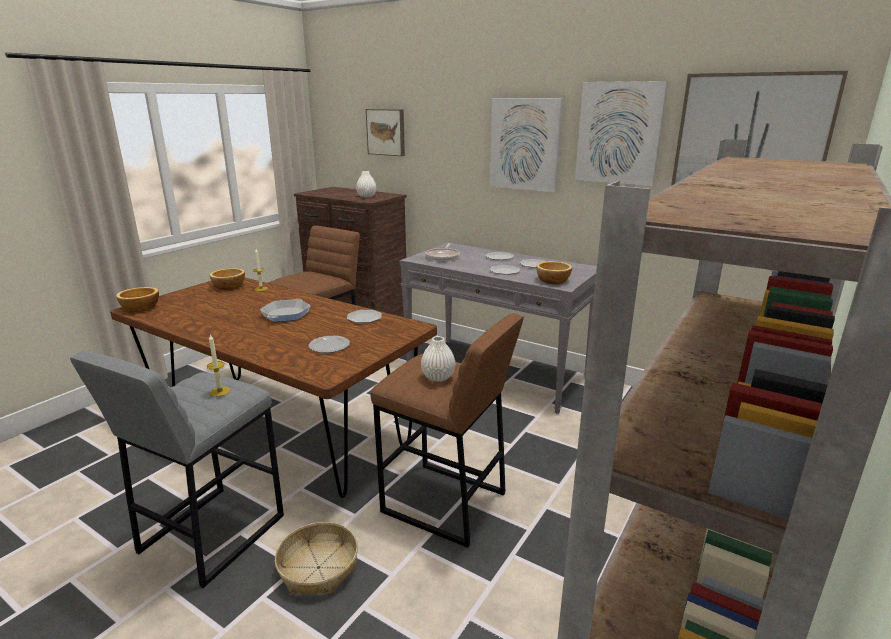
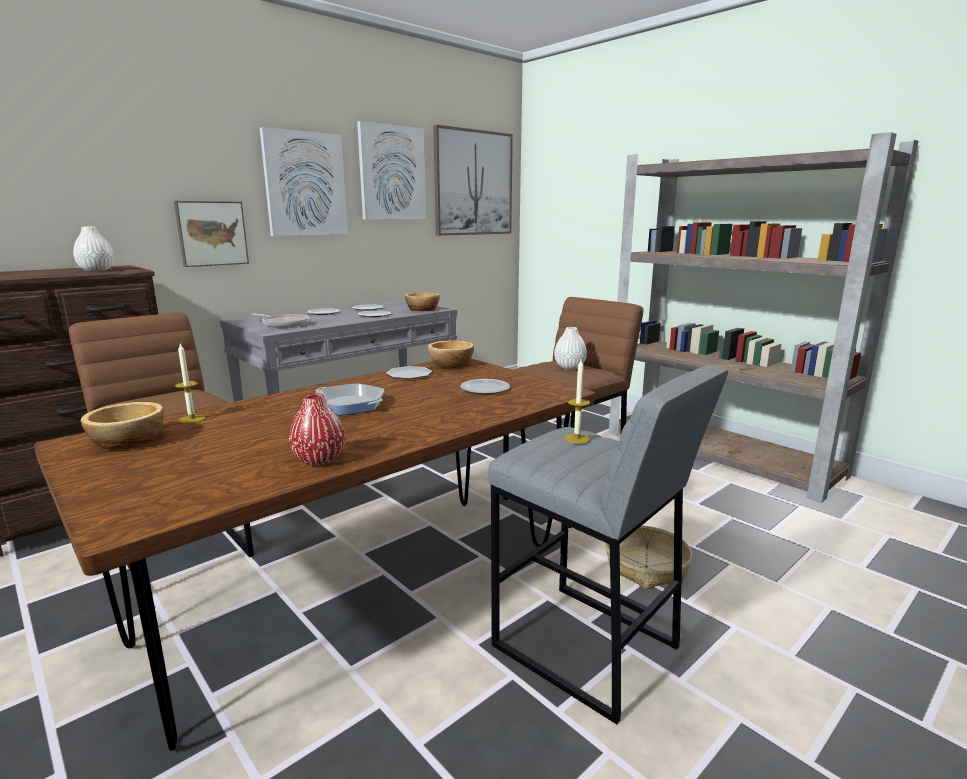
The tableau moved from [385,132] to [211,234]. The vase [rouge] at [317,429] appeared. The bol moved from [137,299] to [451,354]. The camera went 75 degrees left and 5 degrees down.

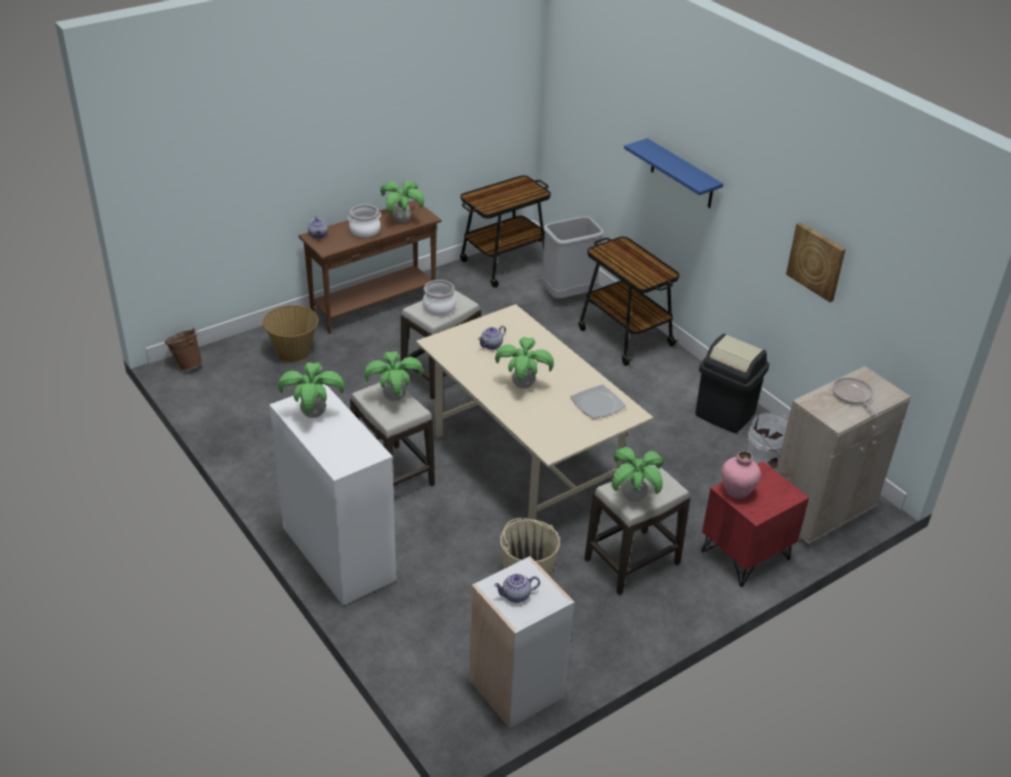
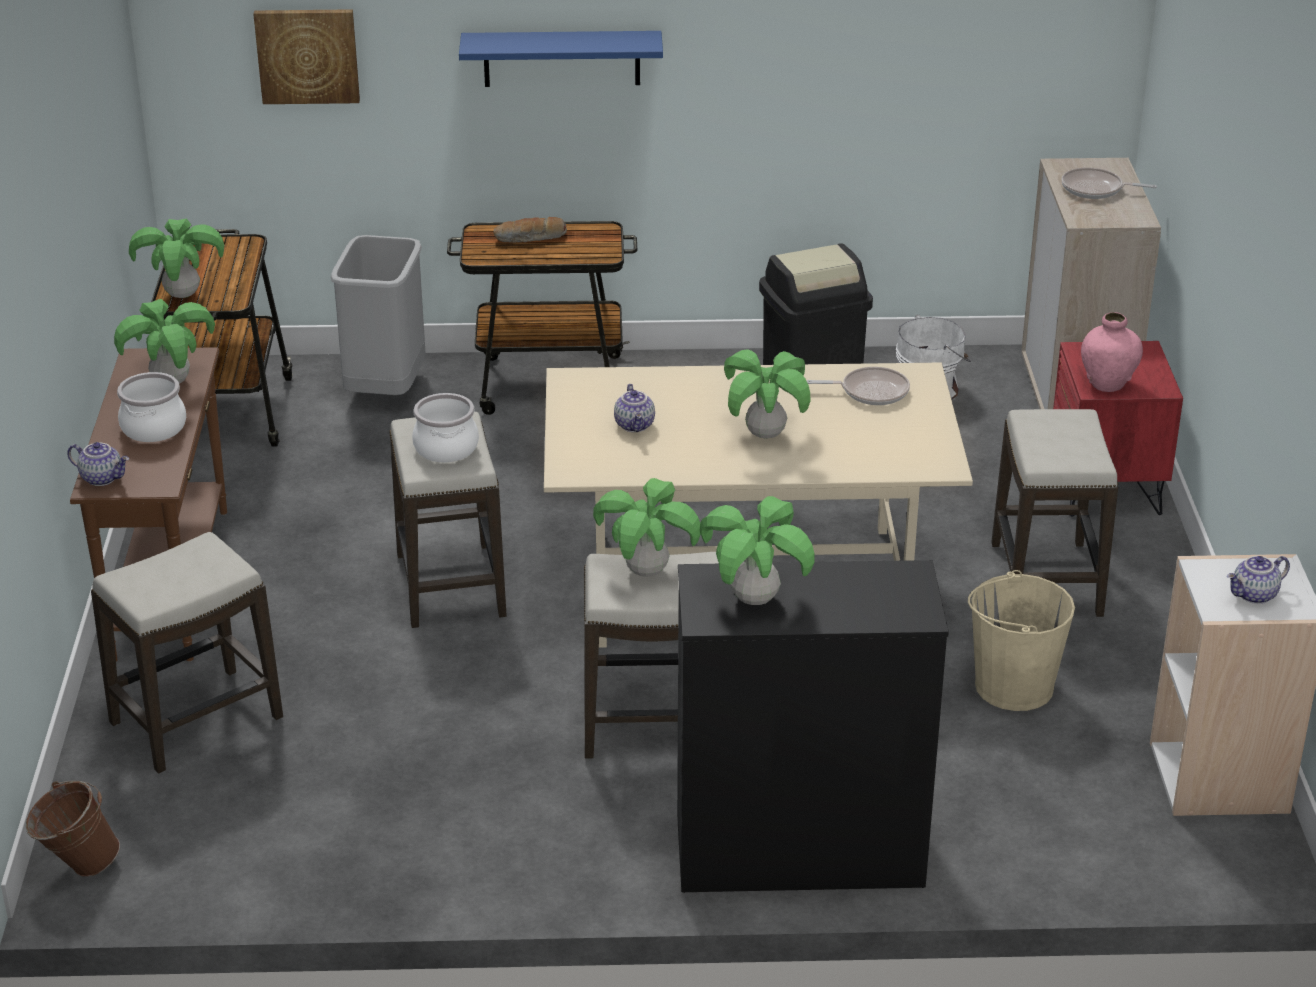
The panier at [291,333] was replaced by the tabouret at [187,653]. The plante en pot moved from [637,474] to [176,258]. The tableau moved from [816,262] to [306,56]. The pain at [530,230] appeared. The commode [blanc] at [332,495] became the commode [noir] at [813,726]. The assiette at [598,401] was replaced by the poêle at [858,386]. The théière at [517,588] turned 45 degrees clockwise. The camera went 55 degrees left and 5 degrees down.

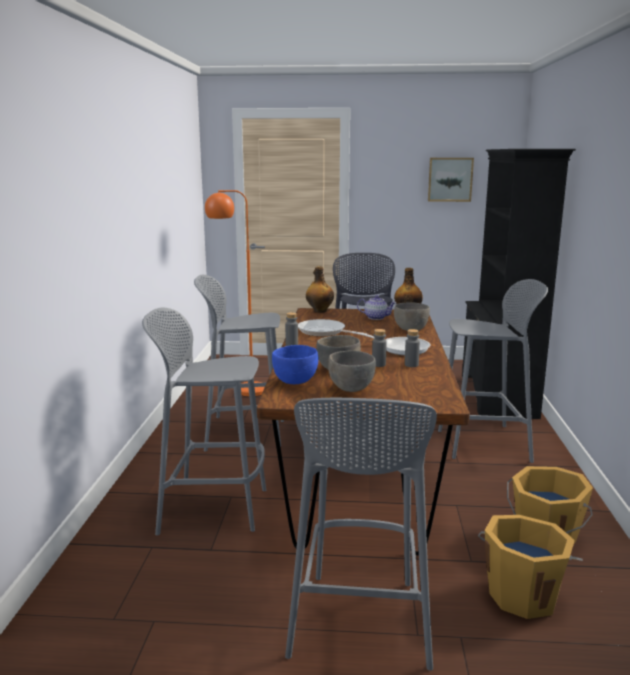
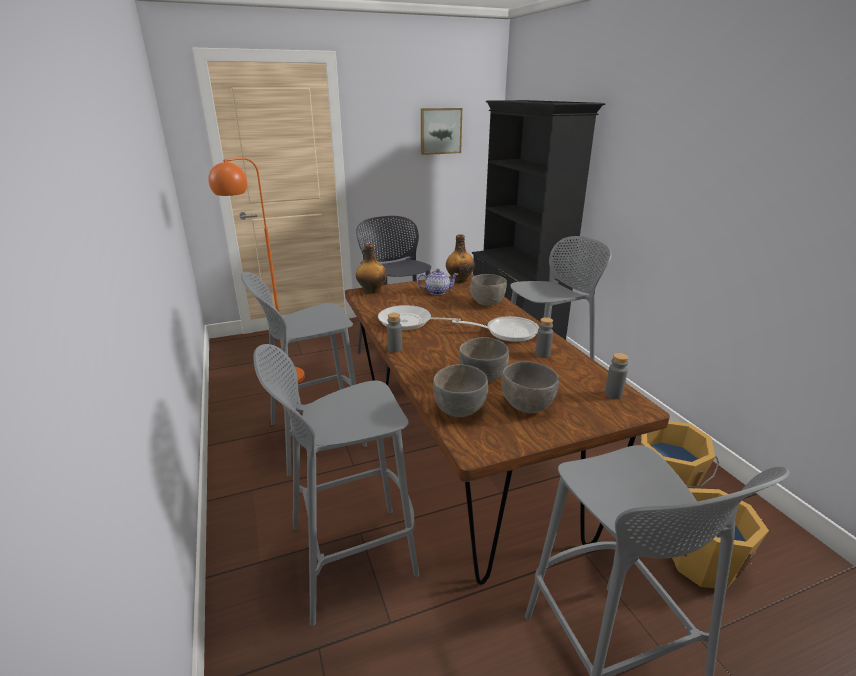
The bol [bleu] at [295,364] became the bol [gris] at [460,390]. The bouteille [gris] moved from [379,348] to [616,376]. The camera went 25 degrees left and 10 degrees up.

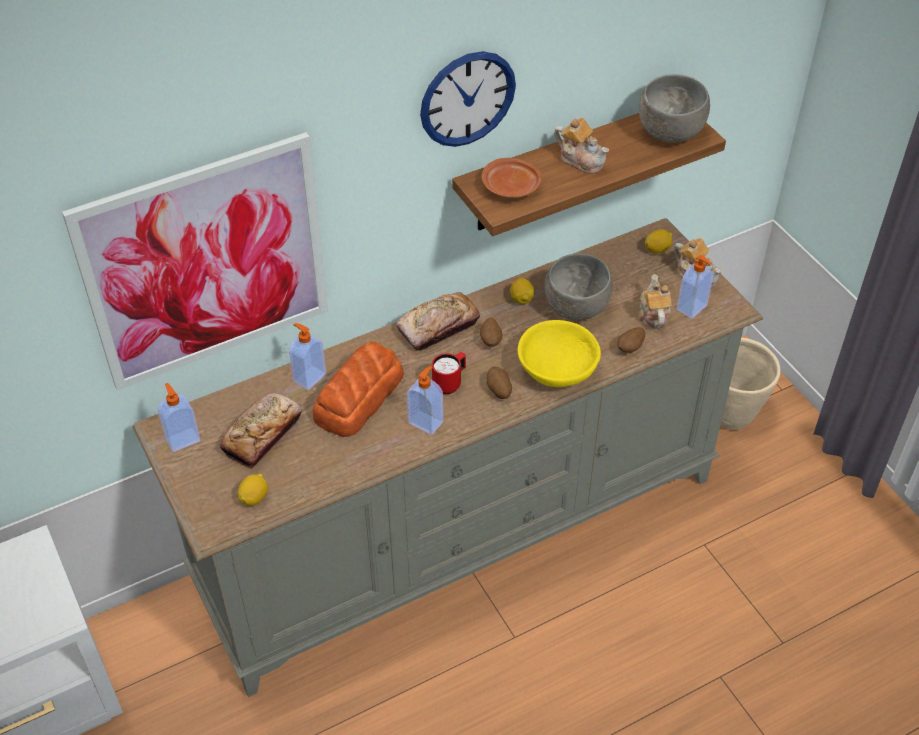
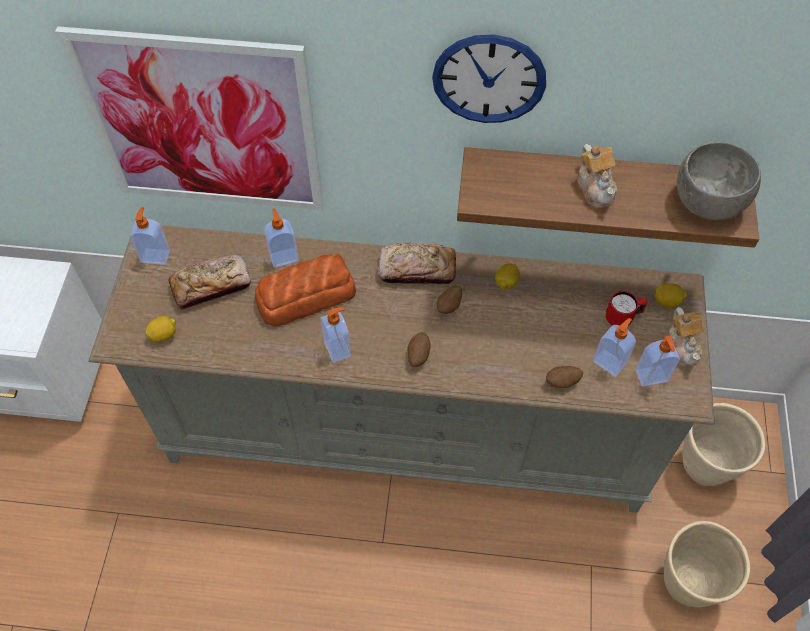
The théière at [655,301] was replaced by the distributeur de savon at [614,347]. The mug [rouge] moved from [449,373] to [626,308]. The cache-pot [beige] at [707,564] appeared. The assiette [marron] at [511,178] disappeared. The bol [jaune] at [559,353] disappeared. The bol [gris] at [579,286] disappeared. The camera went 35 degrees right and 10 degrees up.

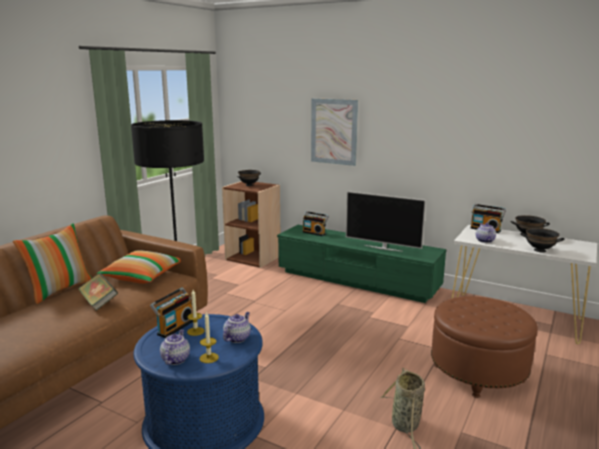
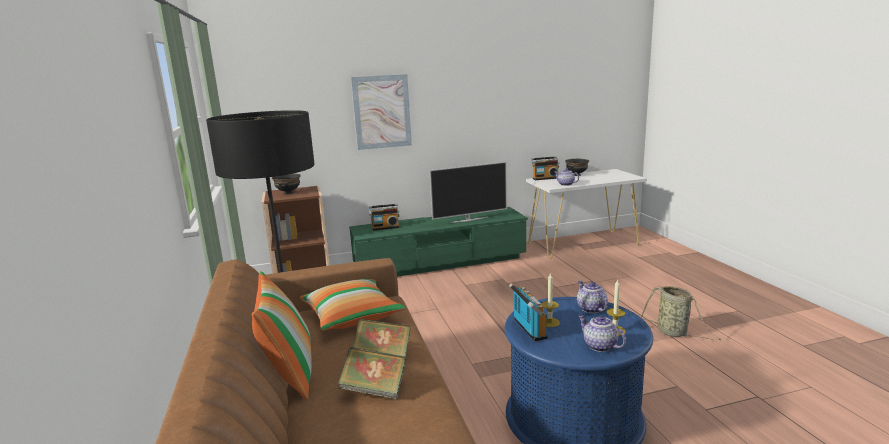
The livre at [372,373] appeared. The pouf [marron] at [484,347] disappeared. The bol [noir] at [542,240] disappeared. The camera went 45 degrees left and 0 degrees up.

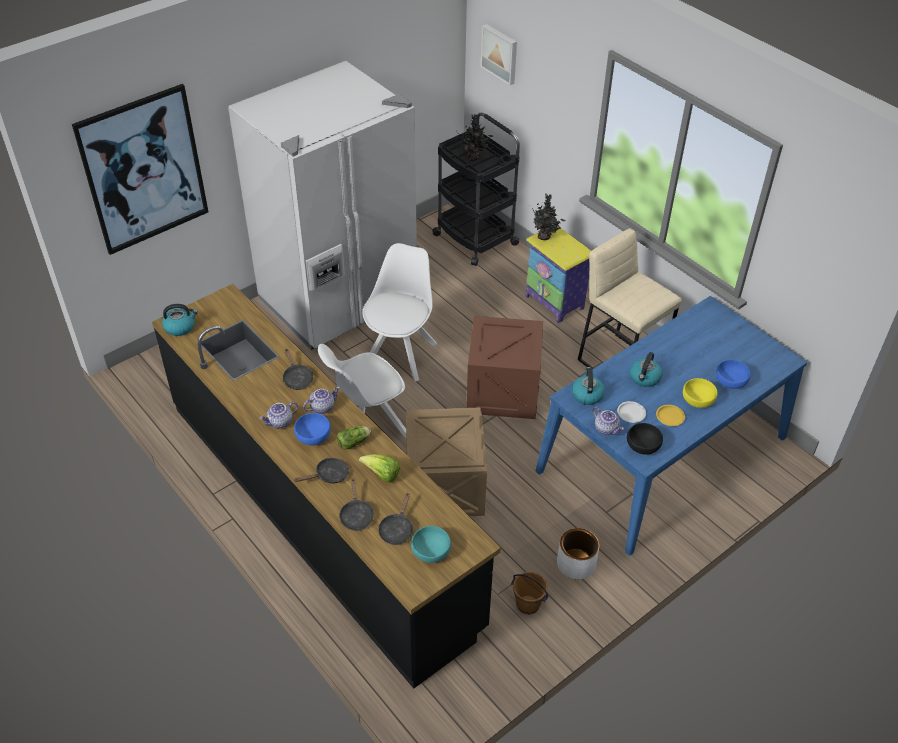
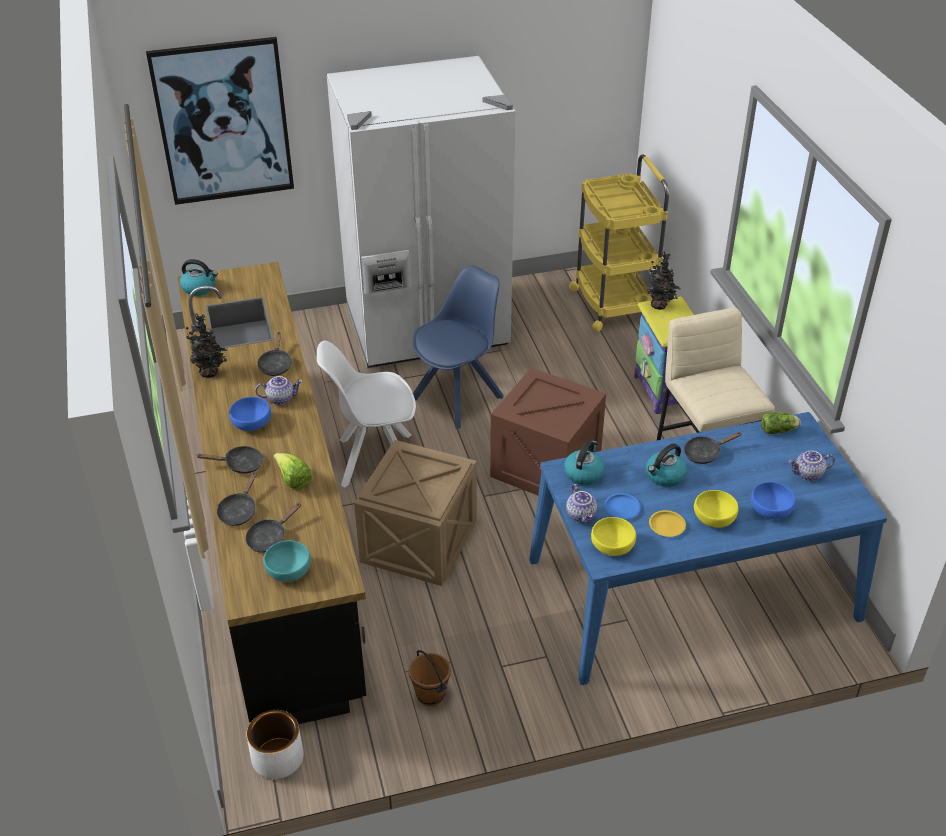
The plante en pot moved from [475,137] to [206,345]. The cache-pot [blanc] moved from [578,553] to [275,744]. The chaise [blanc] at [399,312] became the chaise [bleu] at [458,347]. The chariot [noir] at [476,189] became the chariot [jaune] at [619,243]. The bol [noir] at [645,438] became the bol [jaune] at [613,536]. The assiette [blanc] at [631,412] became the assiette [bleu] at [622,506]. The poêle [noir] at [713,448] appeared. The laitue moved from [354,438] to [781,423]. The théière moved from [278,415] to [811,466]. The tableau at [499,54] disappeared. The camera went 25 degrees right and 5 degrees down.

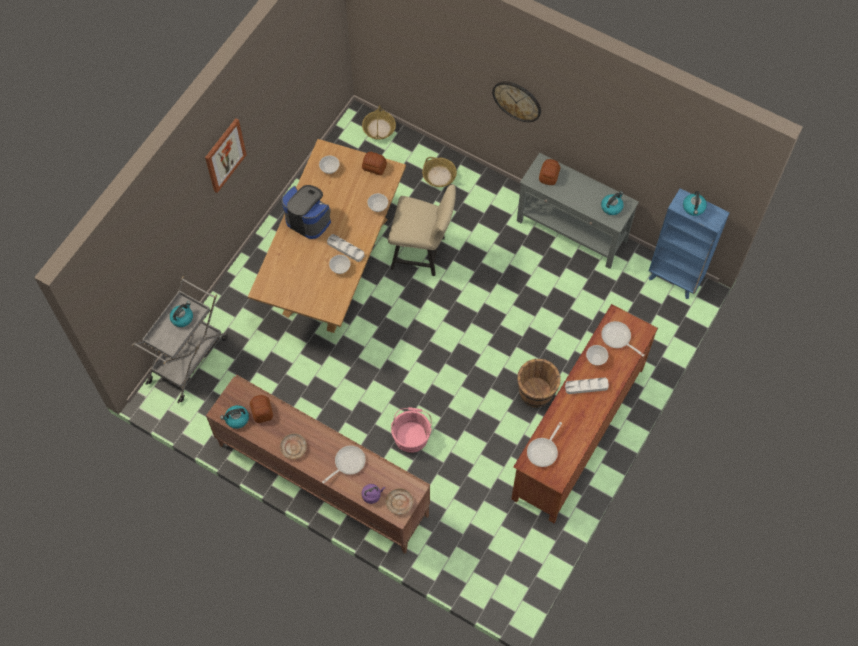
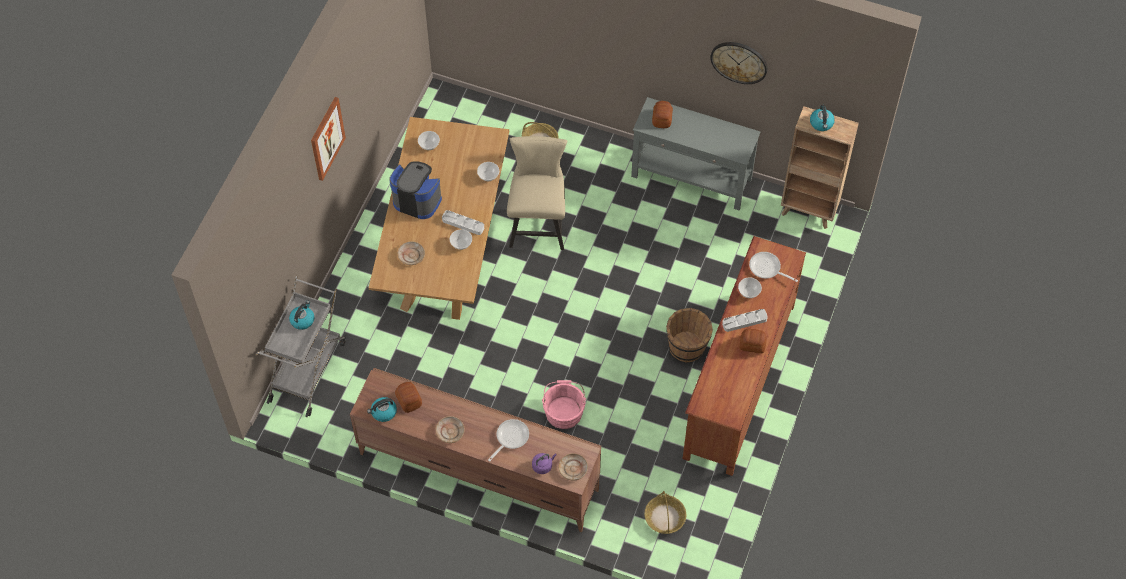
The assiette [beige] at [411,253] appeared. The chaise [beige] at [422,230] turned 90 degrees counterclockwise. The panier moved from [379,122] to [665,512]. The horloge murale moved from [516,101] to [739,63]. The pain moved from [374,163] to [753,341]. The bibliothèque [bleu] at [689,243] became the bibliothèque [marron] at [820,167]. The poêle at [544,444] disappeared. The bouilloire at [612,203] disappeared. The camera went 10 degrees left and 5 degrees down.

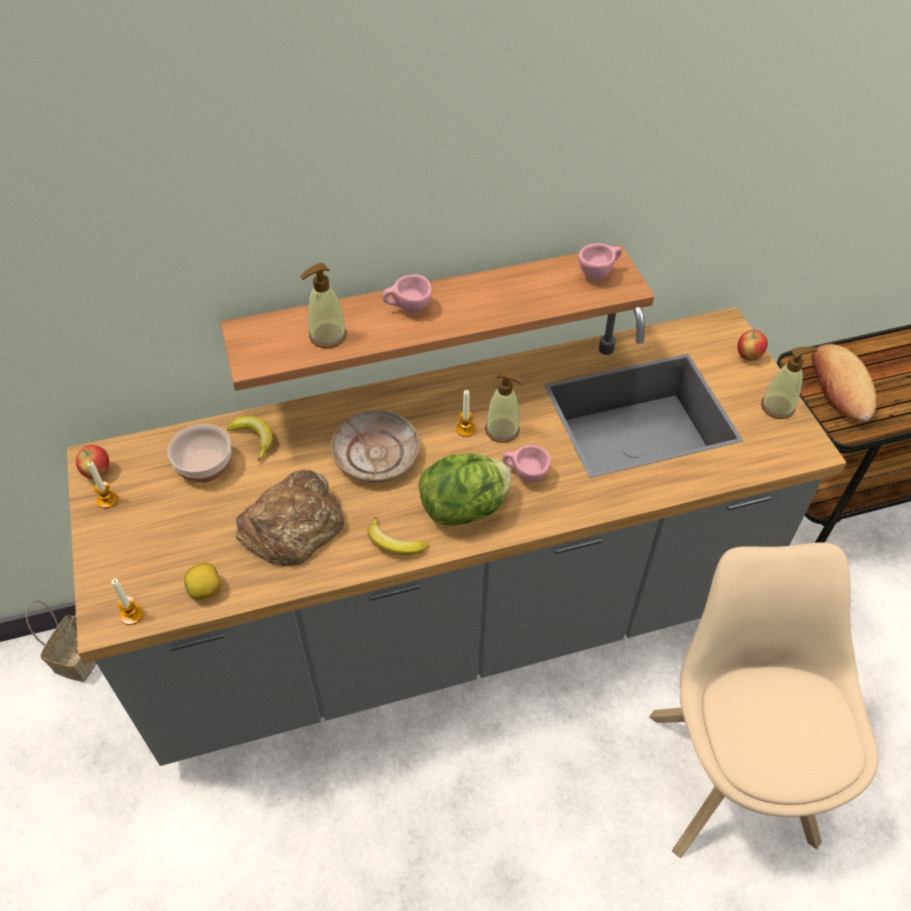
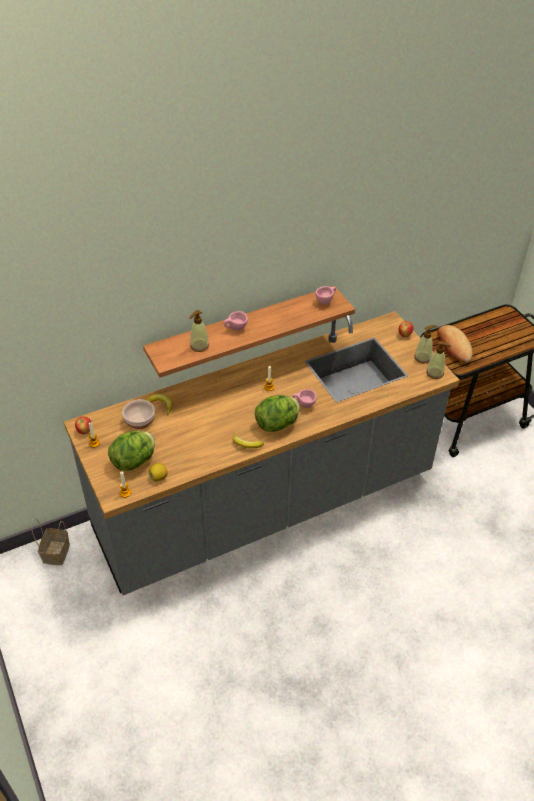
The laitue at [131,451] appeared. The distributeur de savon moved from [504,406] to [438,360]. The pain at [290,517] disappeared. The assiette [beige] at [375,446] disappeared. The chaise [beige] at [763,700] disappeared. The camera went 10 degrees left and 5 degrees down.

